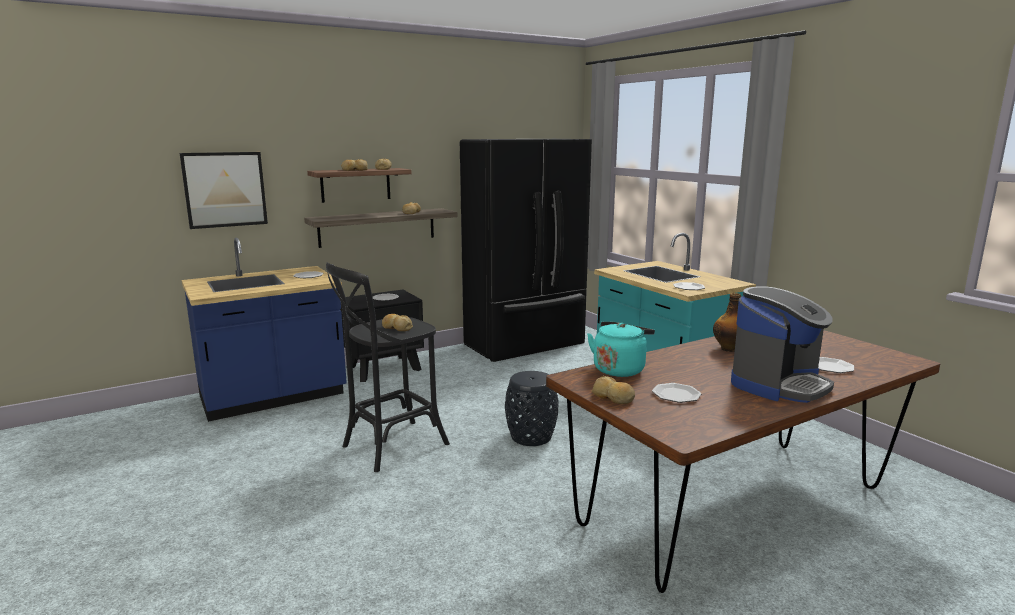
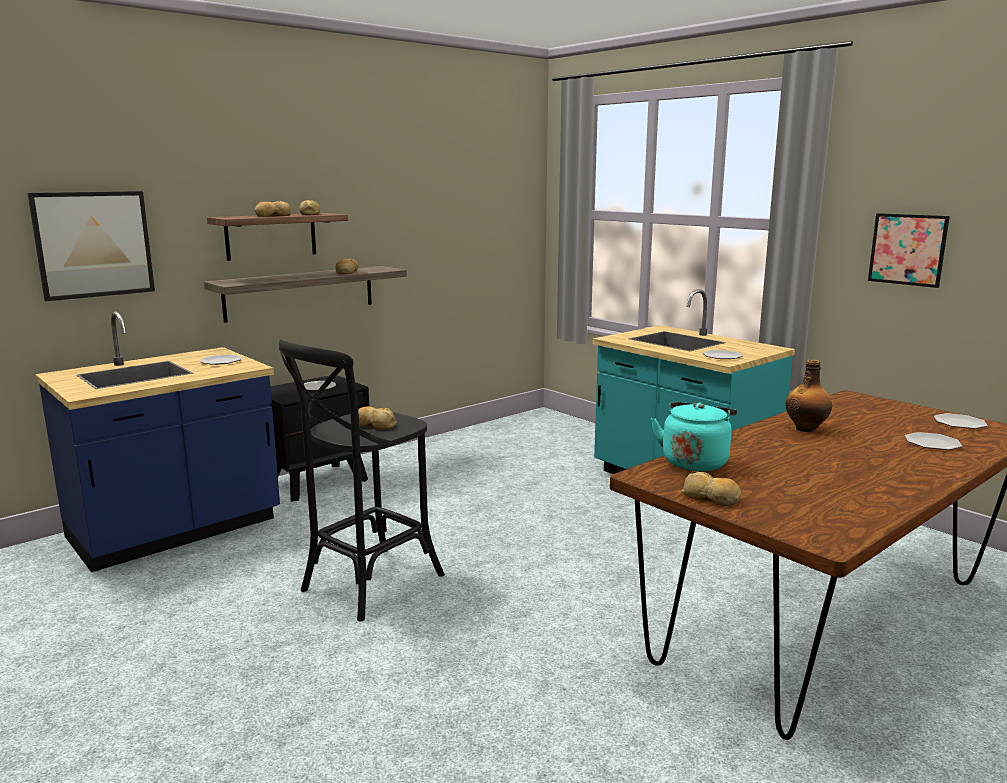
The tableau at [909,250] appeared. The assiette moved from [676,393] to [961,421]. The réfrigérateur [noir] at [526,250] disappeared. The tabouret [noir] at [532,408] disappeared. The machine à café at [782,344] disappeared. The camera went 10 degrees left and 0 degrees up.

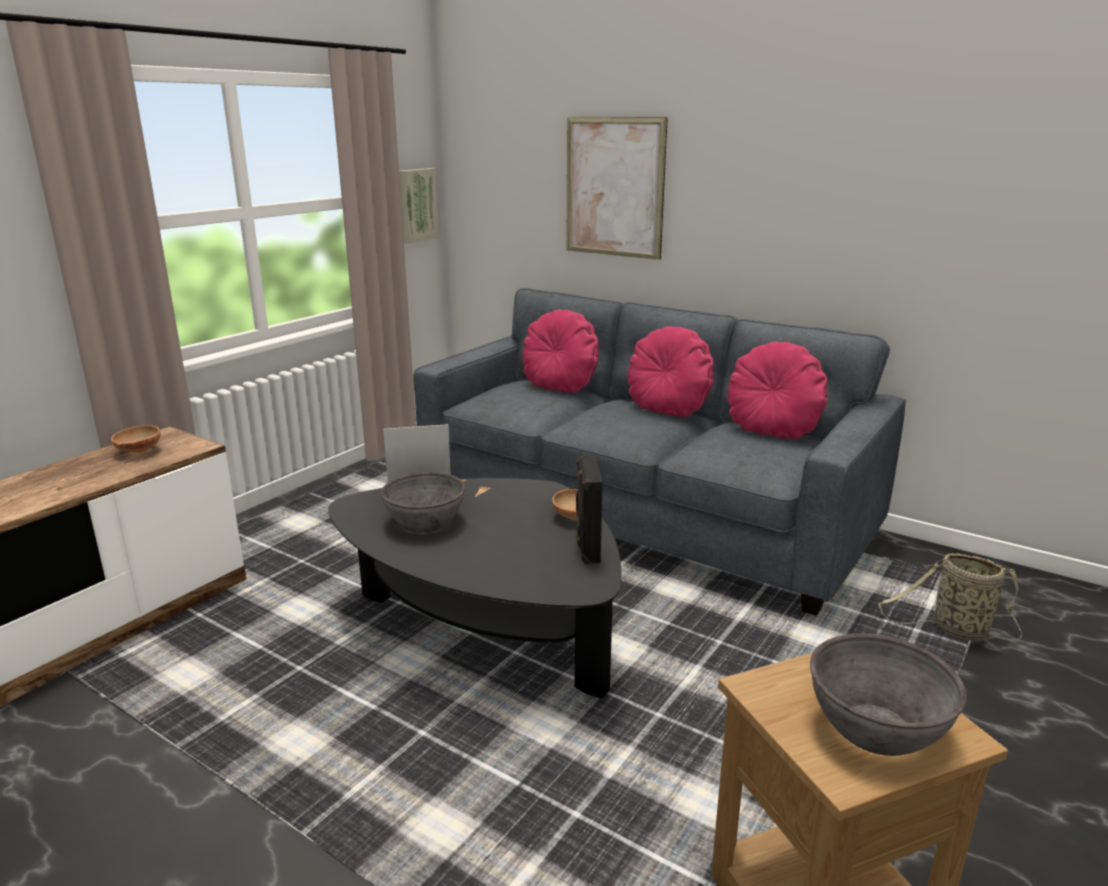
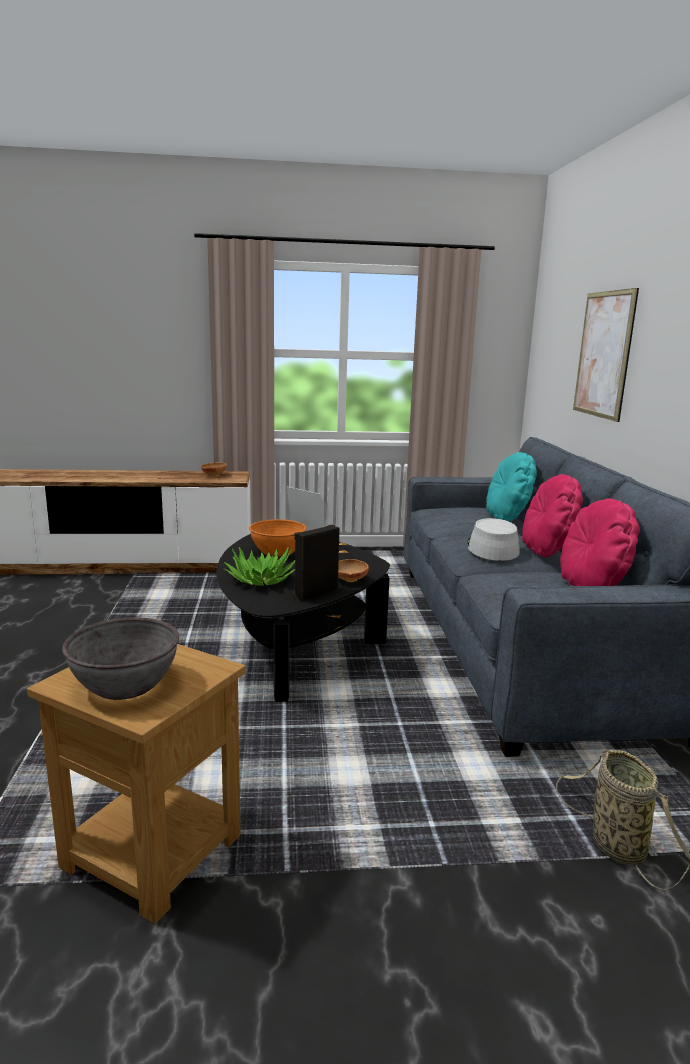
The plante en pot at [259,566] appeared. The bol [gris] at [423,502] became the bol [orange] at [278,537]. The chapeau [gris] at [494,539] appeared. The coussin [rose] at [561,351] became the coussin [turquoise] at [511,487]. The tableau at [419,206] disappeared. The camera went 50 degrees right and 5 degrees down.

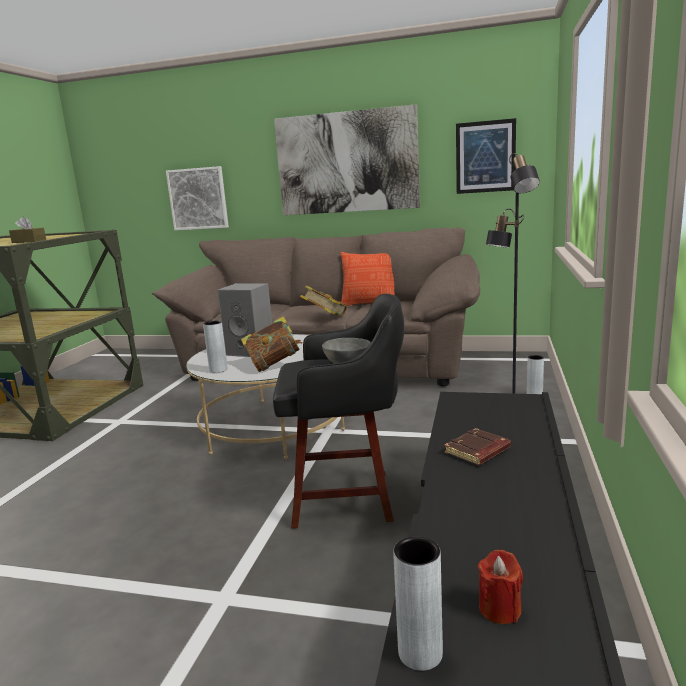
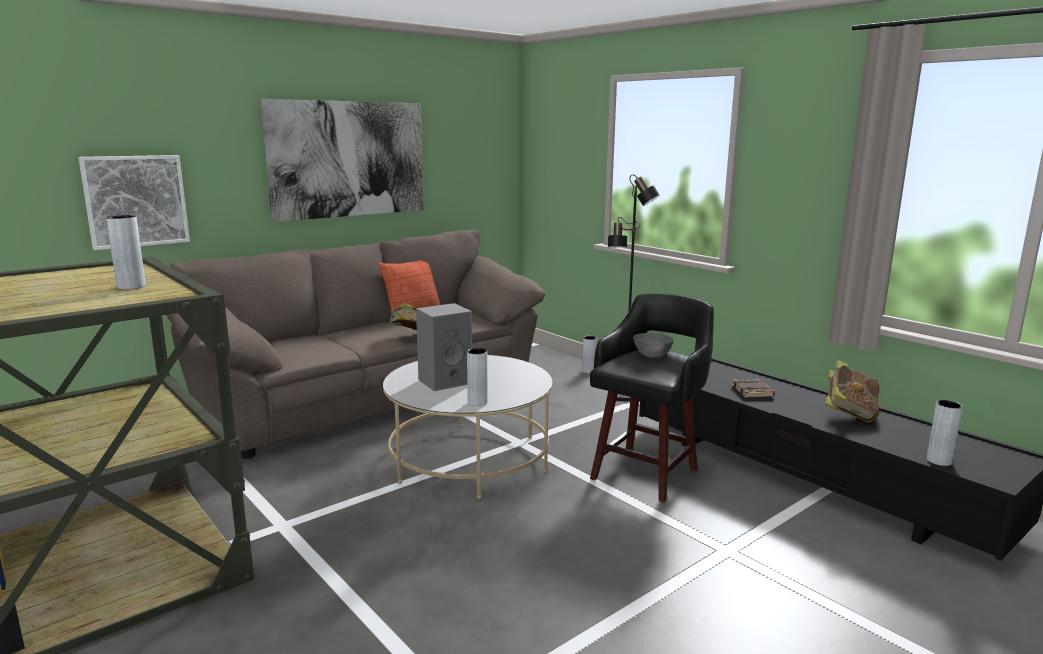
The boîte à mouchoirs [marron] at [27,230] was replaced by the vase [gris] at [126,252]. The livre moved from [272,344] to [852,391]. The tableau at [486,156] disappeared. The bougie [rouge] at [500,587] disappeared. The camera went 55 degrees left and 0 degrees up.

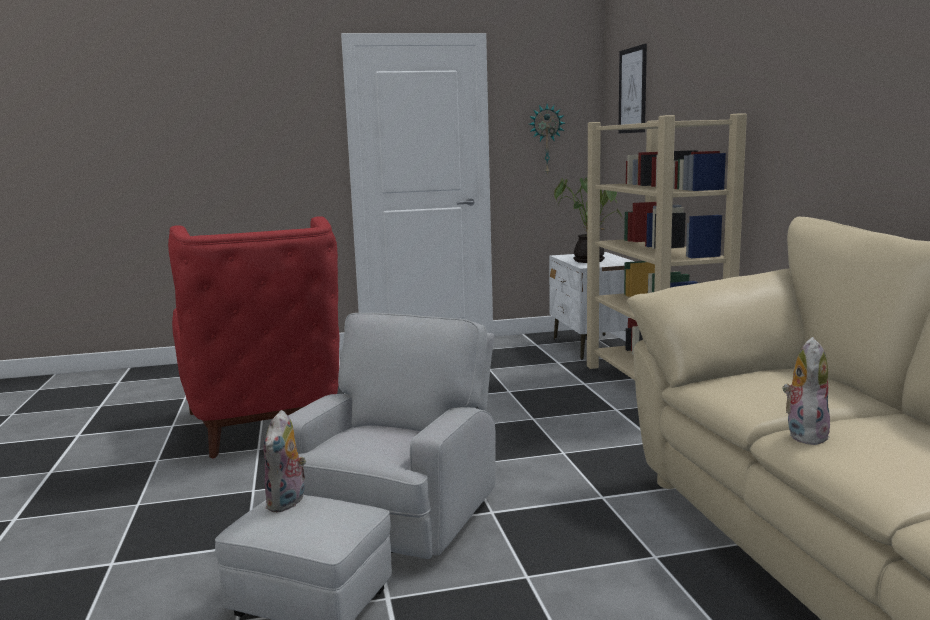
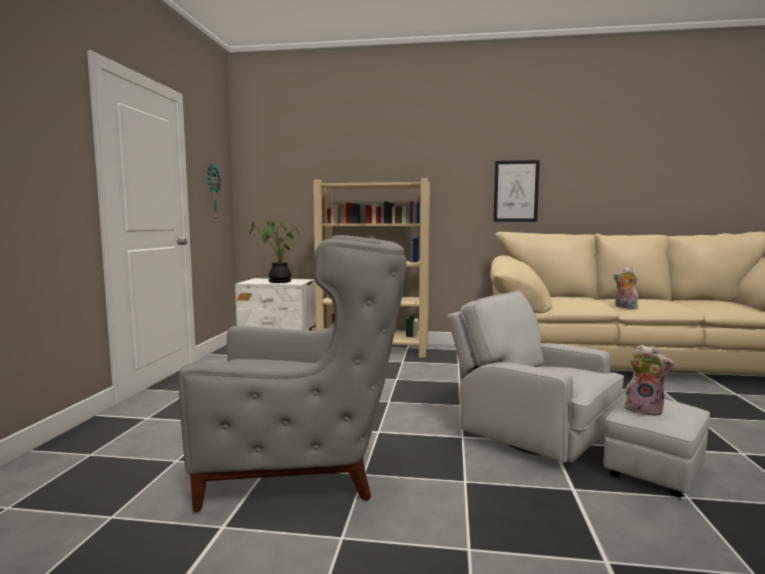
The fauteuil [rouge] at [253,337] became the fauteuil [gris] at [292,373]. The tableau moved from [632,88] to [516,191]. The camera went 70 degrees left and 5 degrees down.

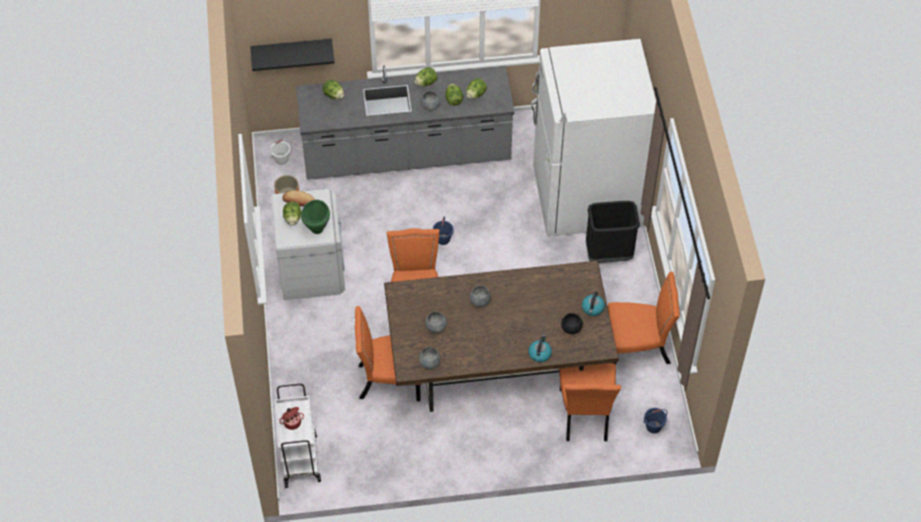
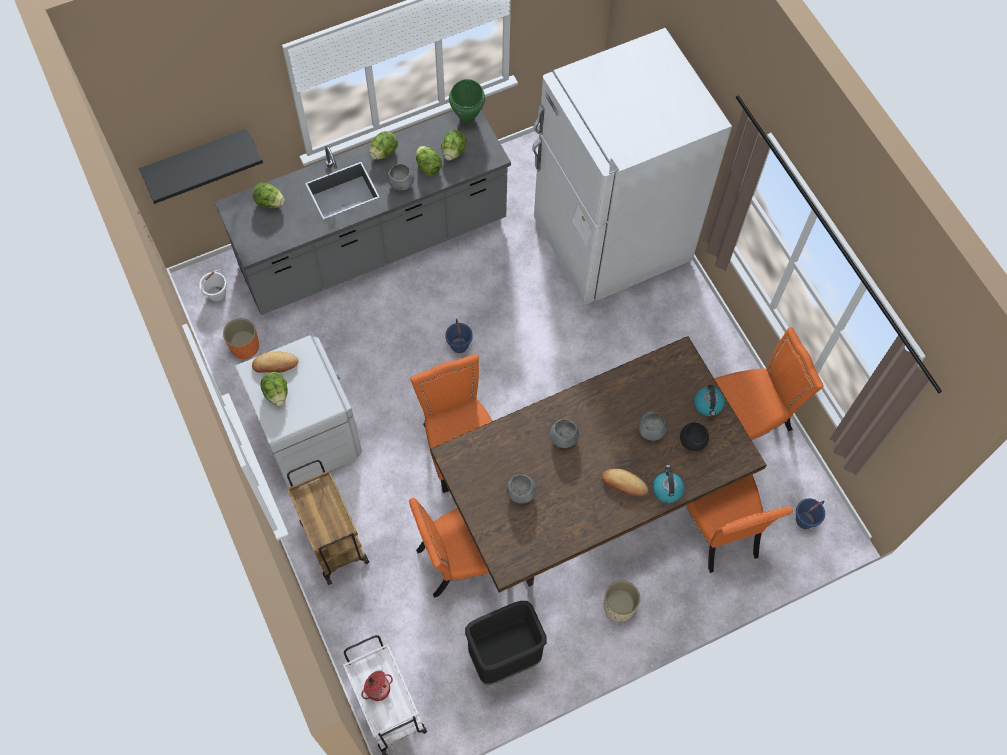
The chariot [marron] at [328,522] appeared. The marmite [vert] moved from [315,217] to [467,101]. The poubelle [noir] moved from [613,232] to [506,643]. The pain at [625,482] appeared. The cache-pot [beige] at [621,601] appeared. The bol [gris] moved from [430,358] to [652,426]. The camera went 20 degrees left and 10 degrees up.

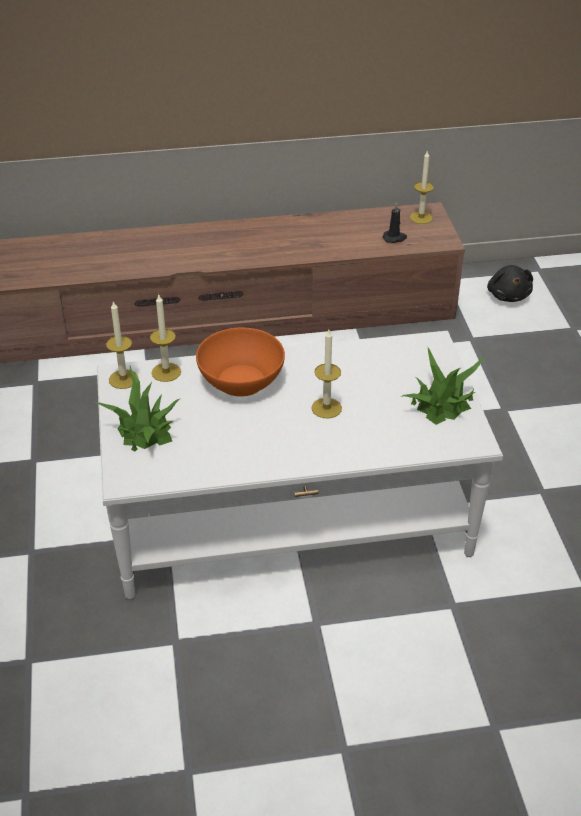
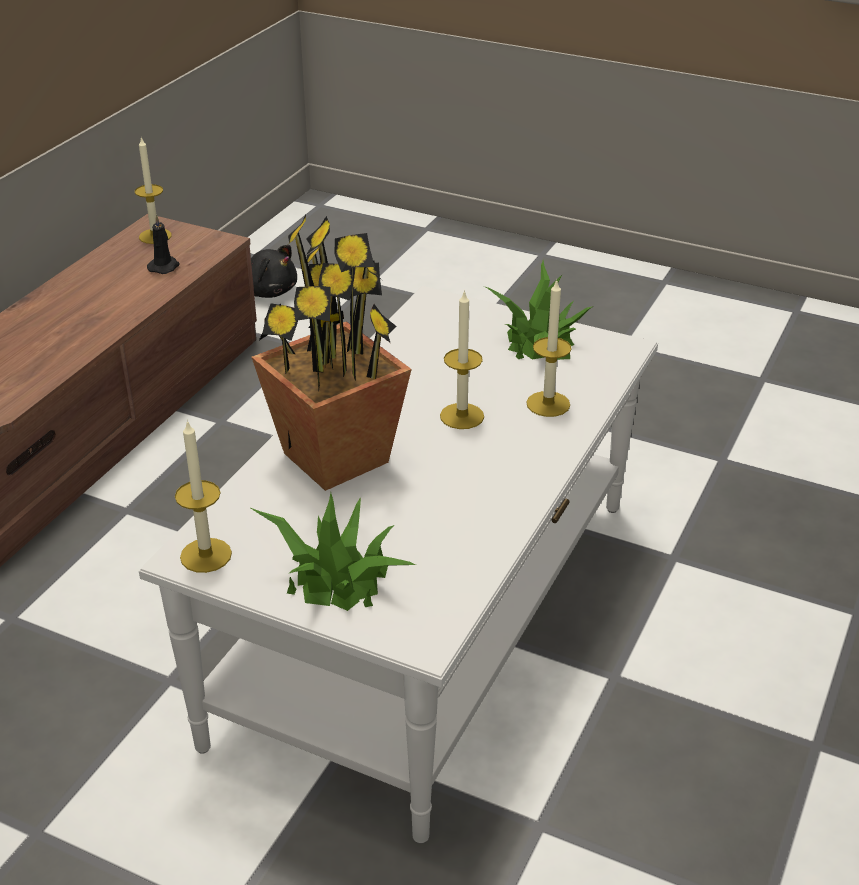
The bol [orange] at [240,362] was replaced by the plante en pot at [332,352]. The bougie moved from [165,338] to [548,348]. The camera went 55 degrees left and 5 degrees down.

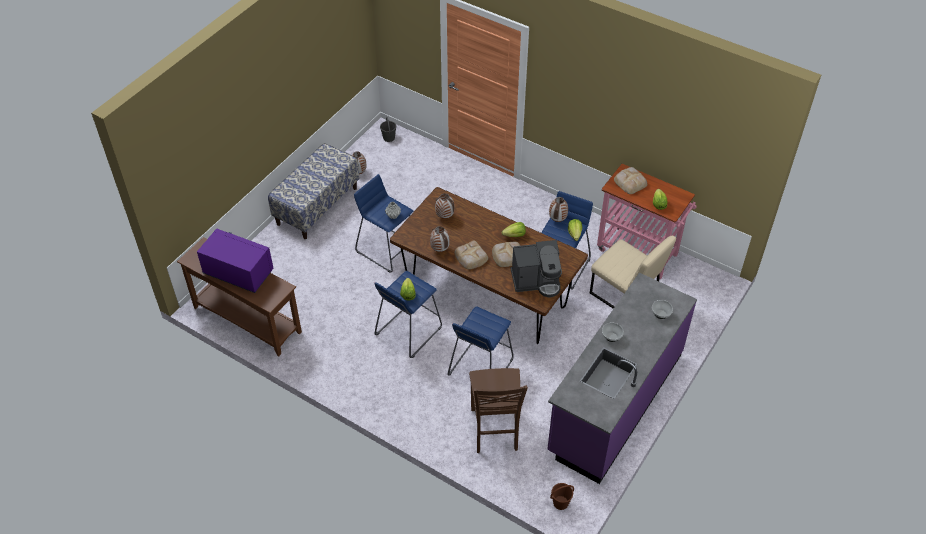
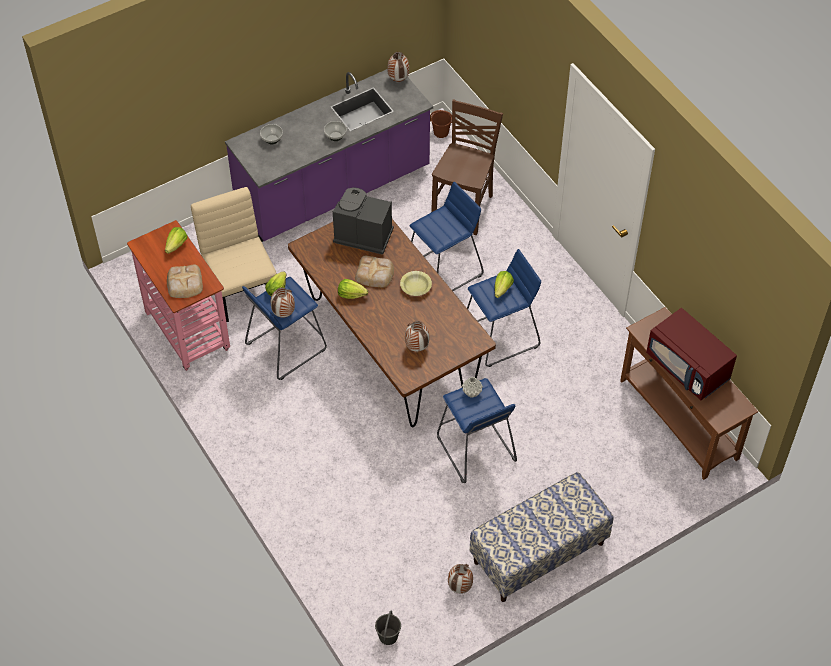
The vase moved from [440,239] to [398,67]. The pain at [471,255] was replaced by the bol [jaune] at [416,283]. The micro-ondes [violet] at [235,260] became the micro-ondes [rouge] at [691,354]. The camera went 155 degrees left and 5 degrees up.

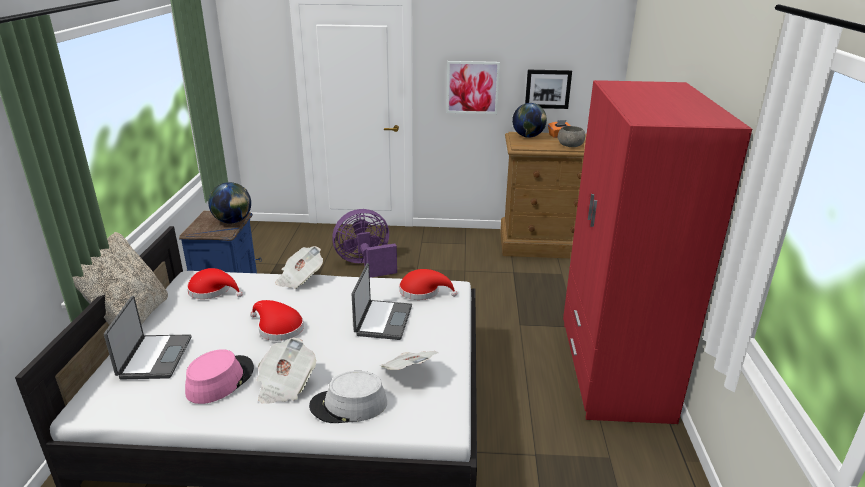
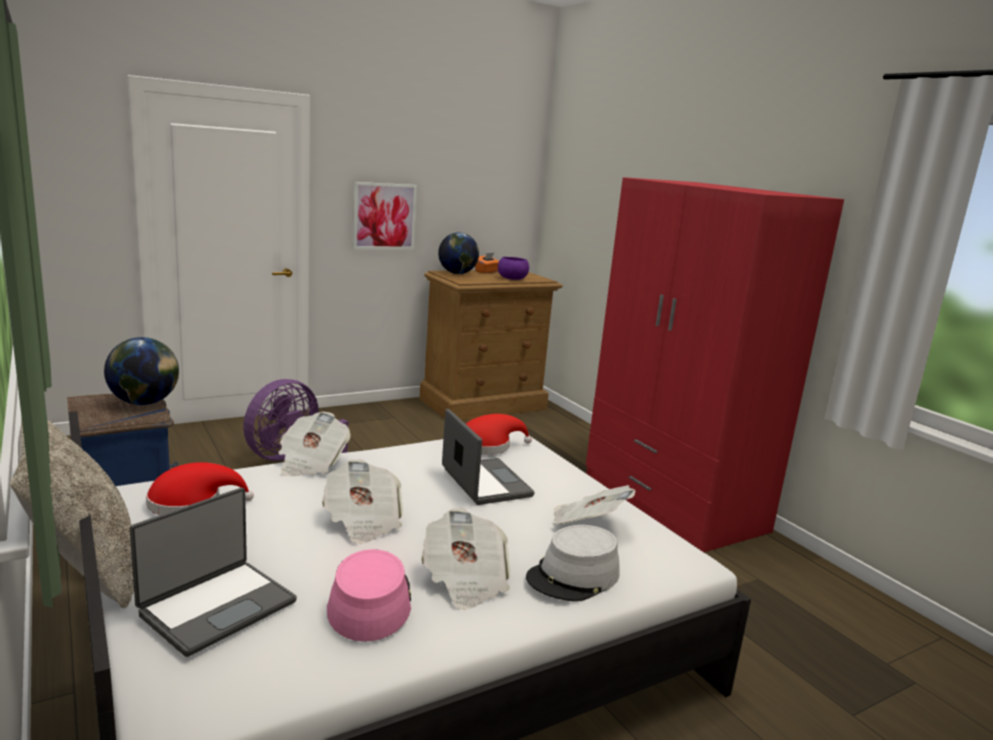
The ordinateur portable at [148,337] turned 75 degrees clockwise. The chapeau [rouge] at [277,320] was replaced by the journal at [362,501]. The bol [gris] at [571,136] became the bol [violet] at [513,268]. The tableau at [548,89] disappeared. The camera went 35 degrees left and 10 degrees down.

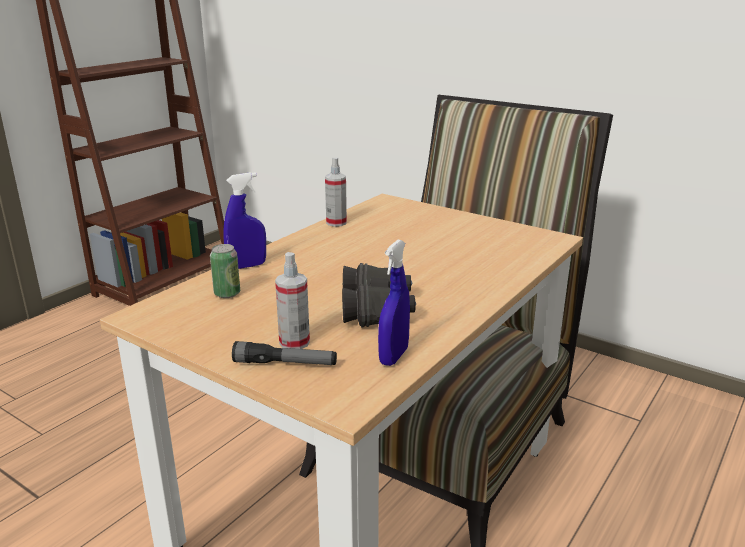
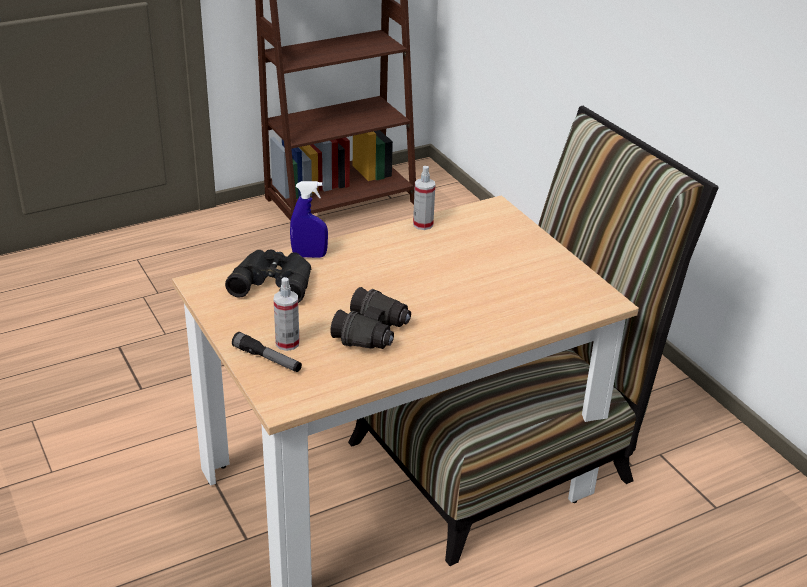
The boîte métallique at [225,271] was replaced by the jumelles [noir] at [268,276]. The vaporisateur [bleu] at [394,303] disappeared. The camera went 25 degrees right and 10 degrees up.

